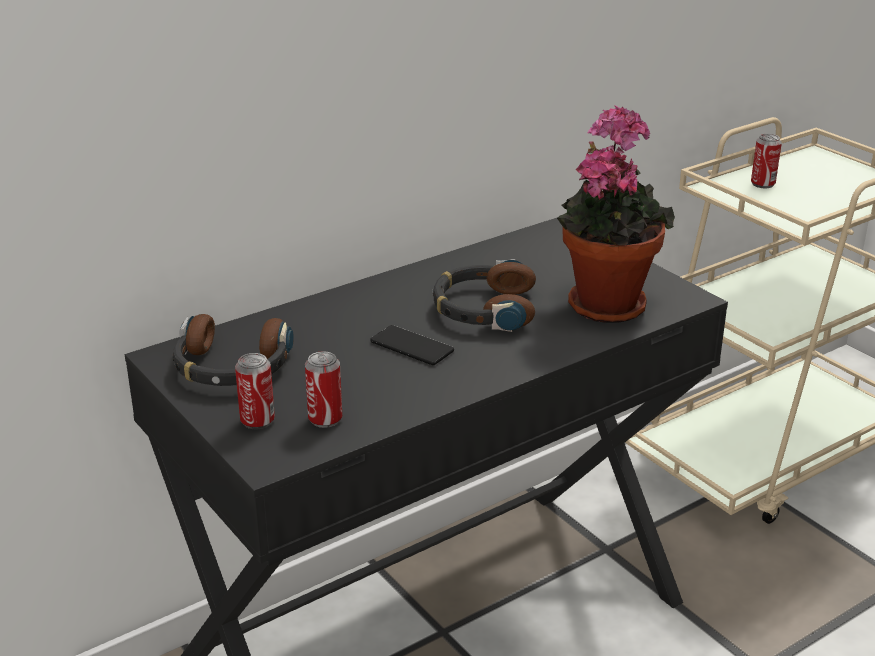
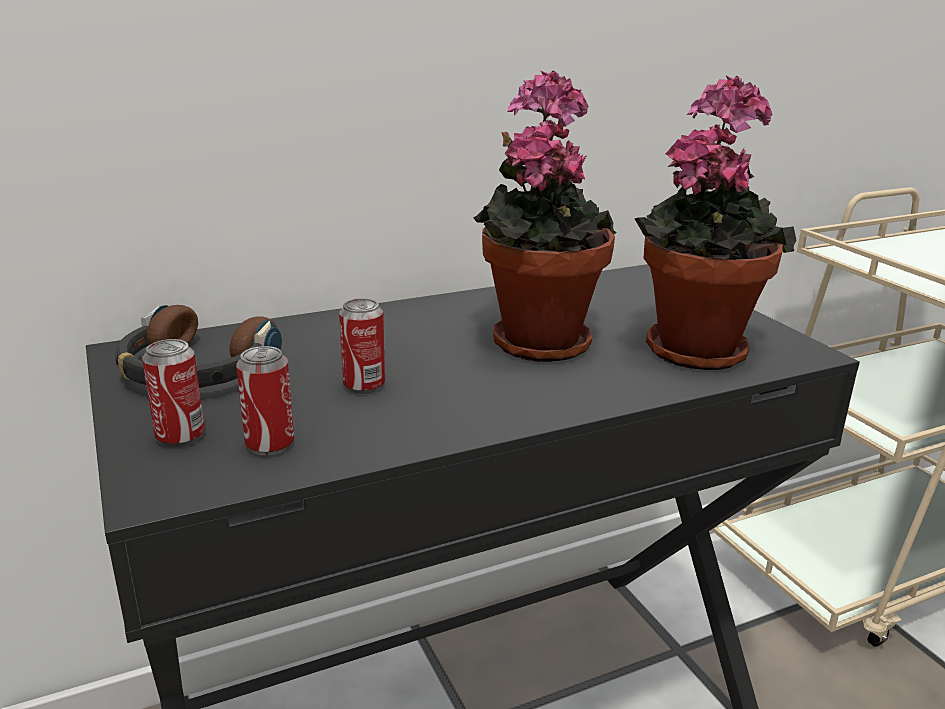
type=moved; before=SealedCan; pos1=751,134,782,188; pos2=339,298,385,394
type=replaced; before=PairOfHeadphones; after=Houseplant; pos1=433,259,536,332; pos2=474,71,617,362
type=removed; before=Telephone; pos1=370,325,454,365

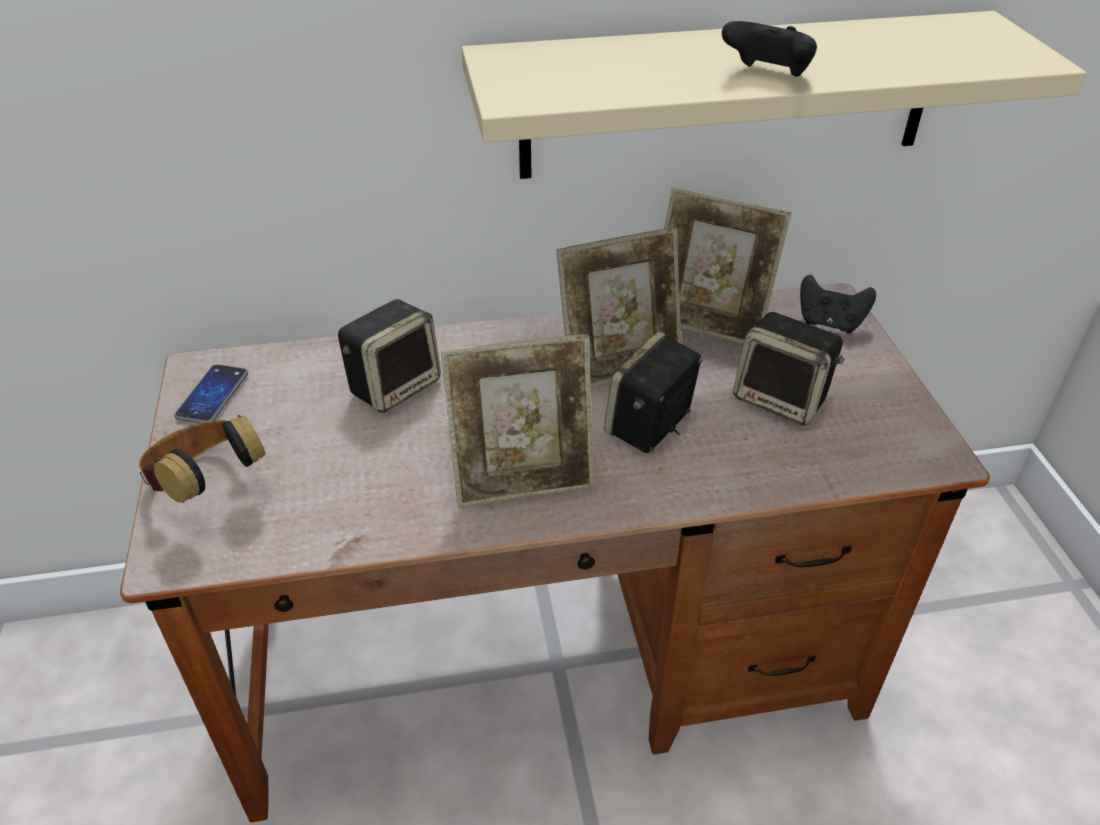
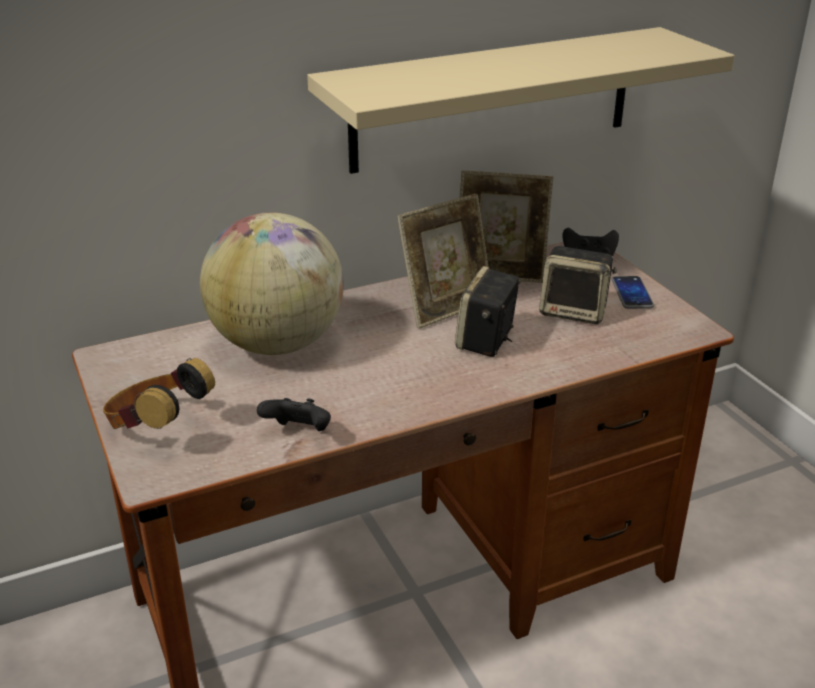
type=replaced; before=Speaker; after=Globe; pos1=338,299,441,413; pos2=200,212,344,355
type=moved; before=BlackJoypad; pos1=722,21,817,77; pos2=257,398,331,431
type=moved; before=Telephone; pos1=174,364,248,423; pos2=611,276,654,309
type=removed; before=PhotoFrame; pos1=441,334,594,508

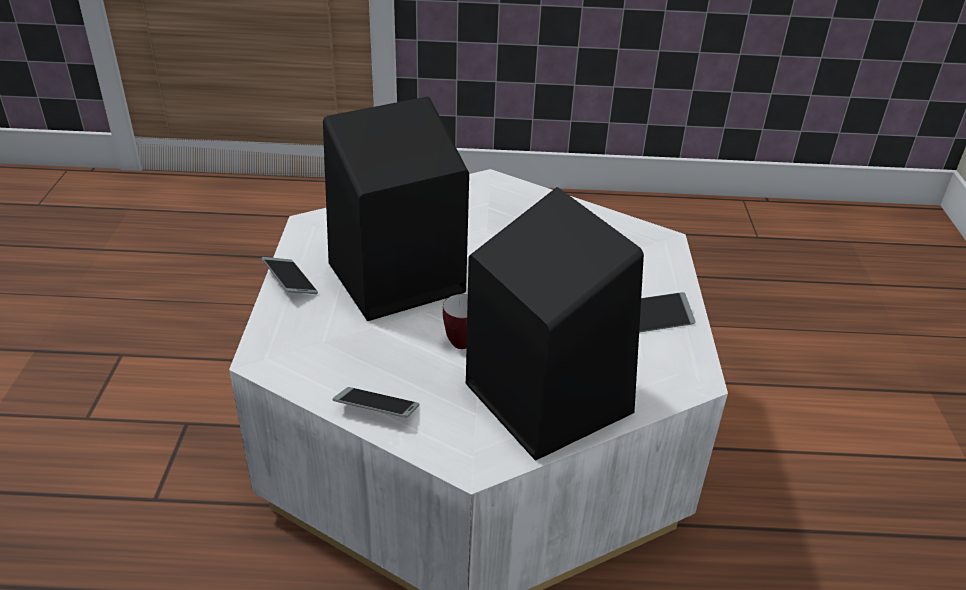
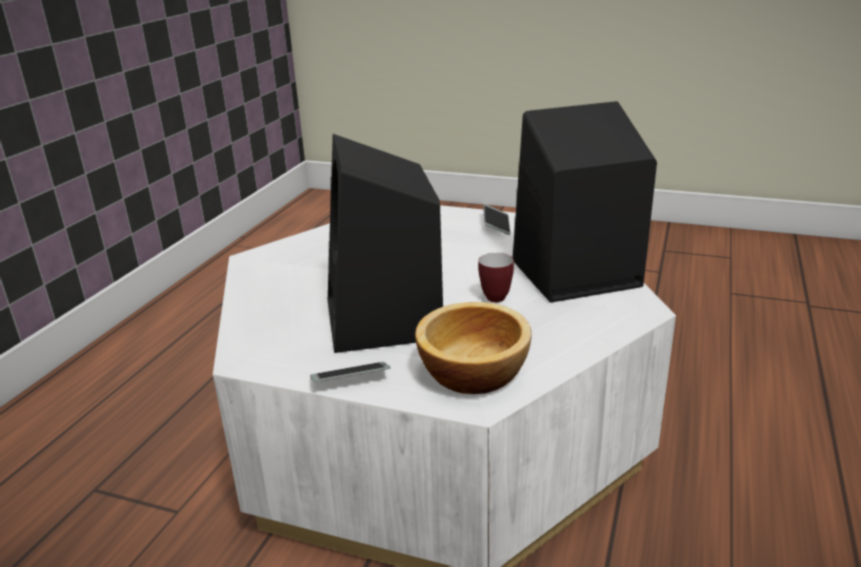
type=added; after=DeepDish; pos2=415,302,532,394
type=removed; before=Telephone; pos1=333,387,419,418

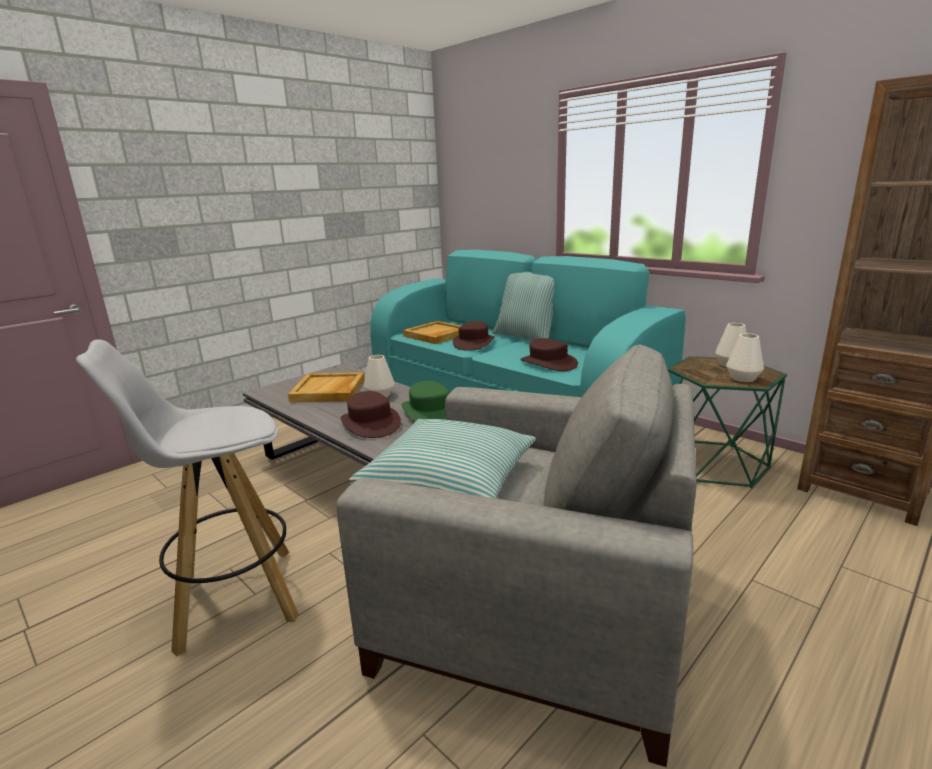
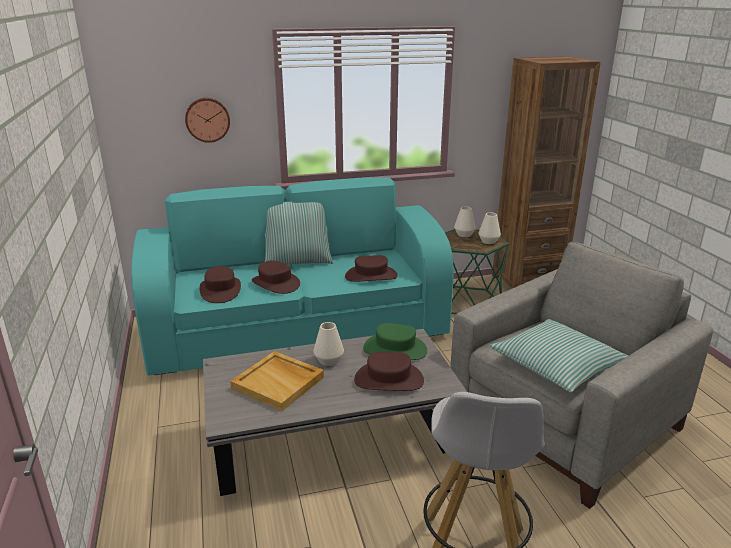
type=added; after=WallClock; pos2=185,98,230,143
type=replaced; before=BeigeTray; after=BrownColouredHat; pos1=403,321,460,344; pos2=200,266,241,303

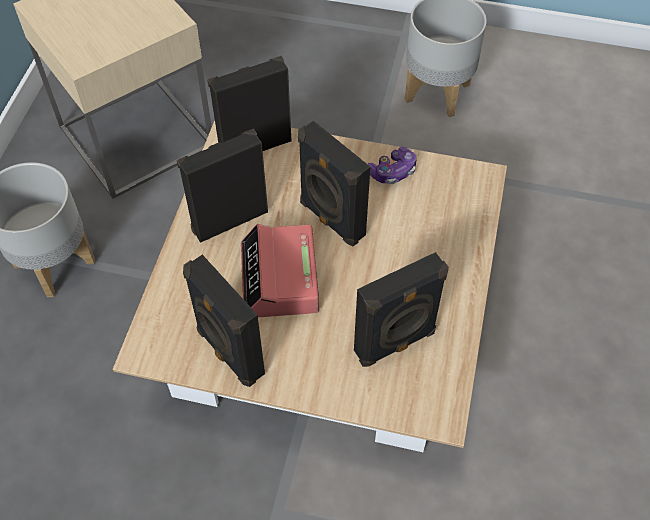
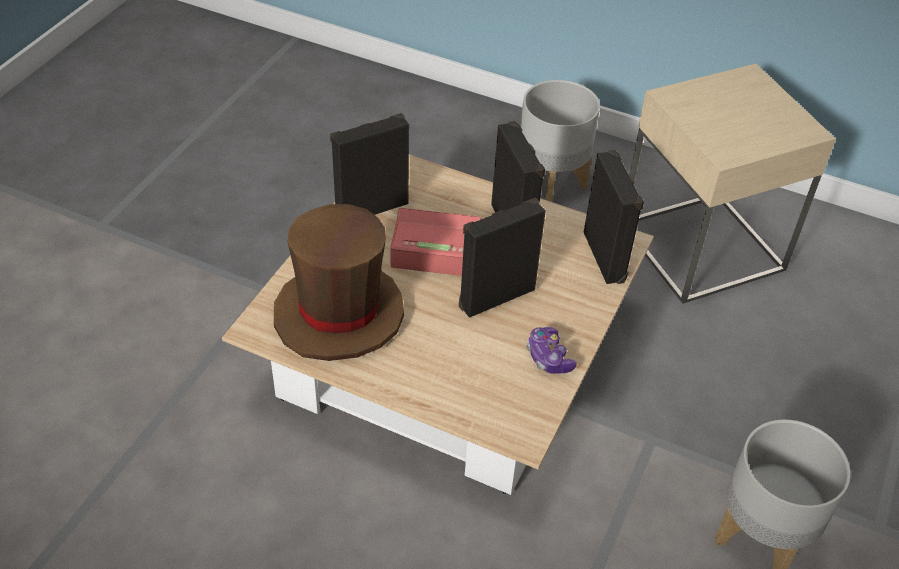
type=replaced; before=BlackSpeaker; after=BrownColouredHat; pos1=354,252,449,367; pos2=274,204,404,361

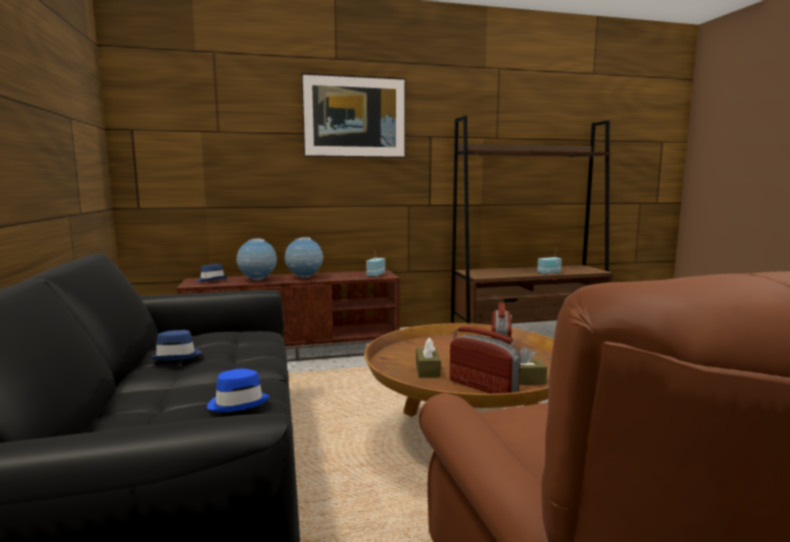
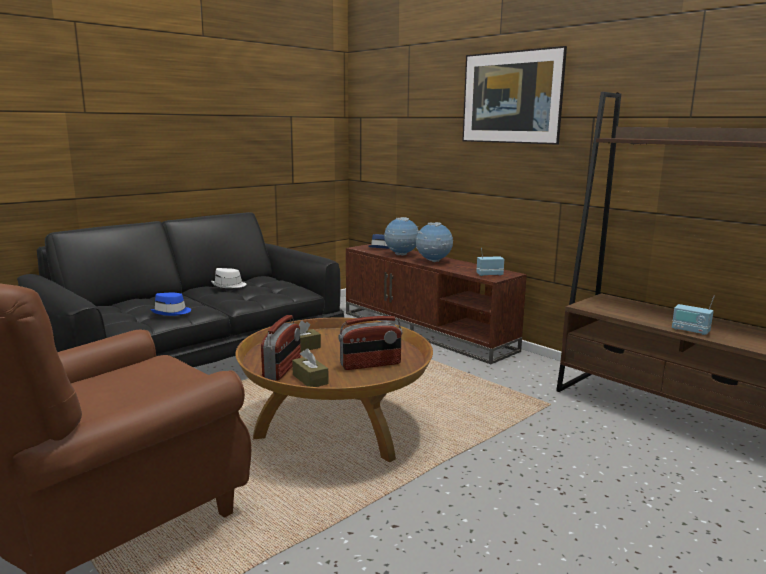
type=recoloured; before=BlueHat; after=WhiteHat; pos1=150,330,201,360; pos2=211,268,246,288

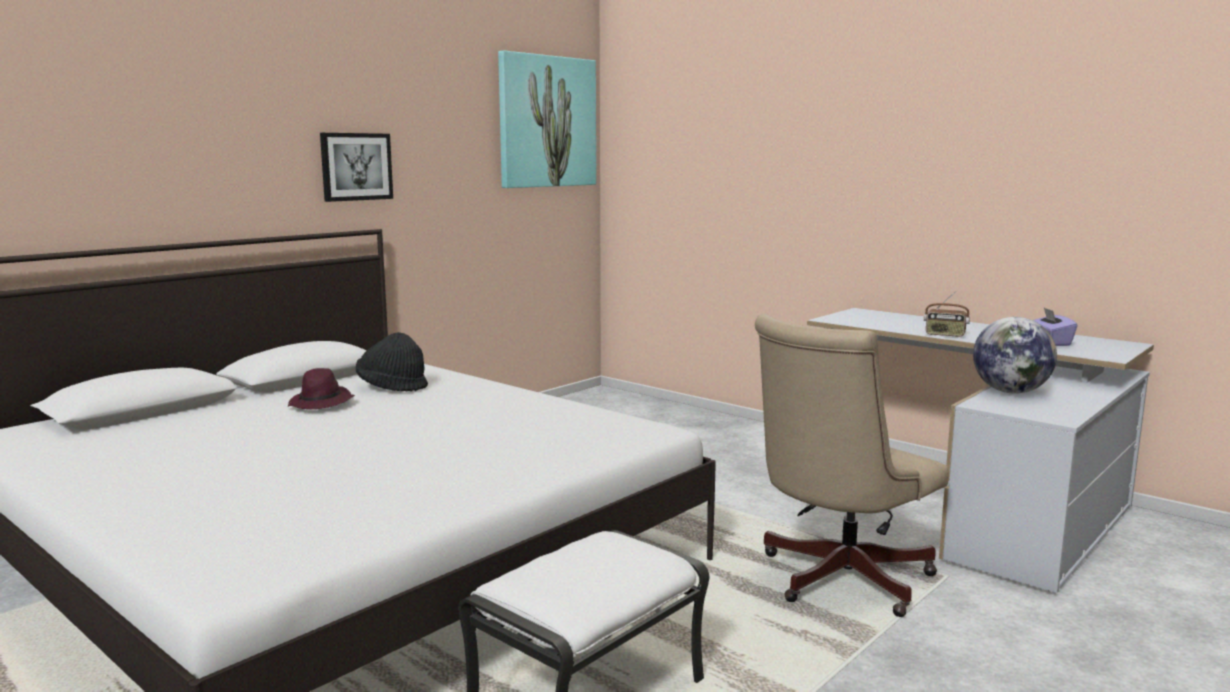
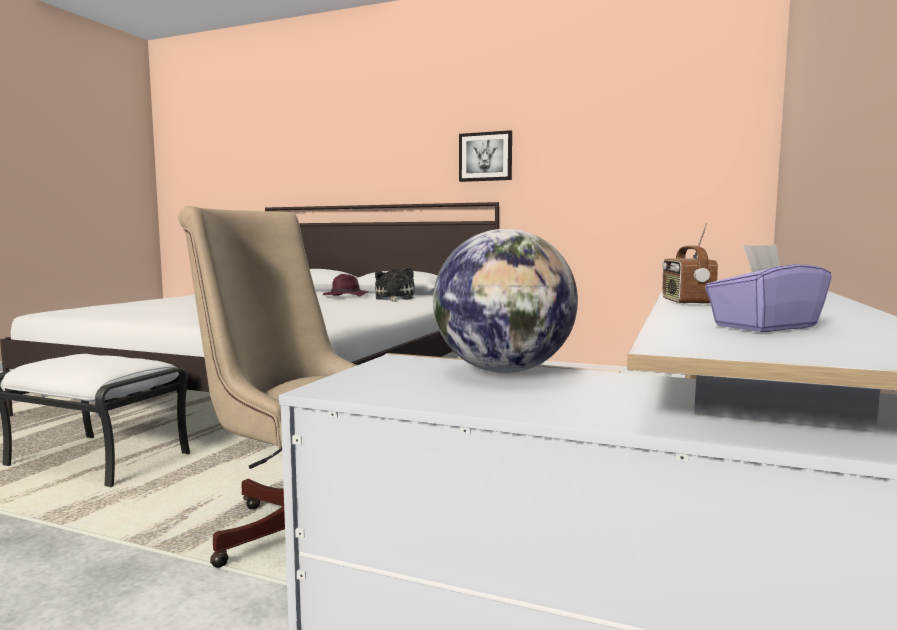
type=replaced; before=BlackHat; after=PlushToy; pos1=356,332,428,392; pos2=375,267,415,302
type=removed; before=Picture; pos1=498,51,596,188

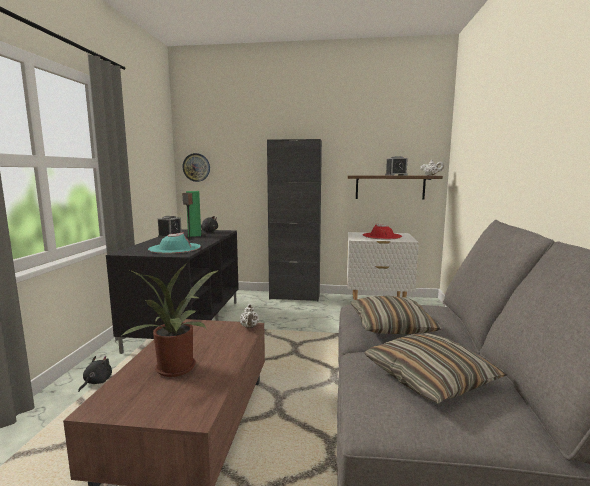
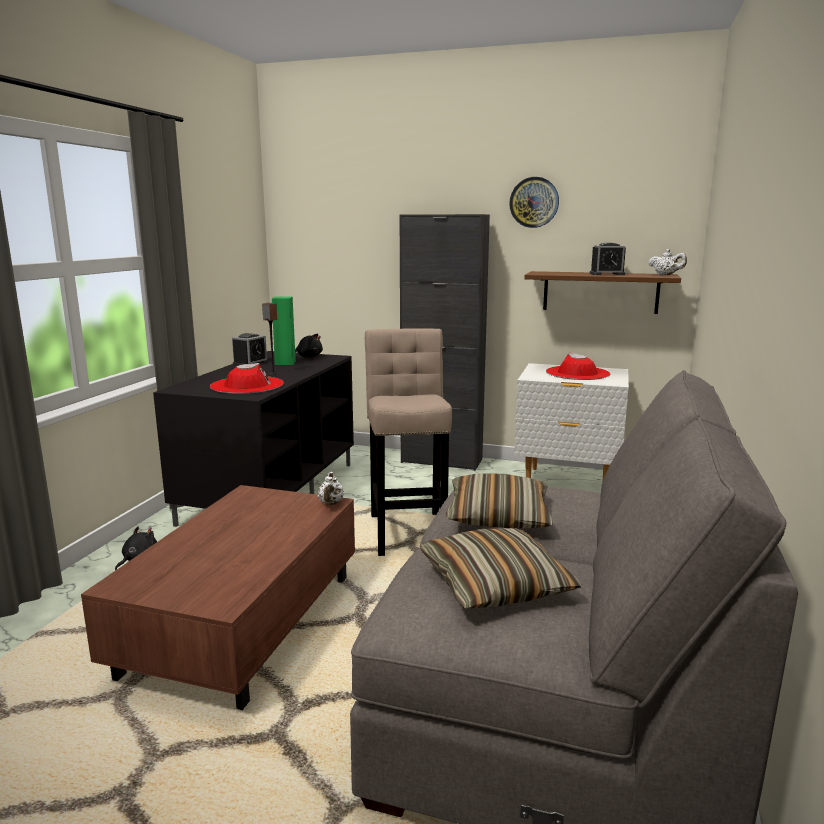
type=recoloured; before=TurquoiseColouredHat; after=RedColouredHat; pos1=148,233,201,254; pos2=210,363,284,394
type=added; after=BeigeSittingStool; pos2=365,328,452,556
type=moved; before=WallClock; pos1=183,153,210,182; pos2=509,177,559,228
type=removed; before=Houseplant; pos1=121,264,219,377

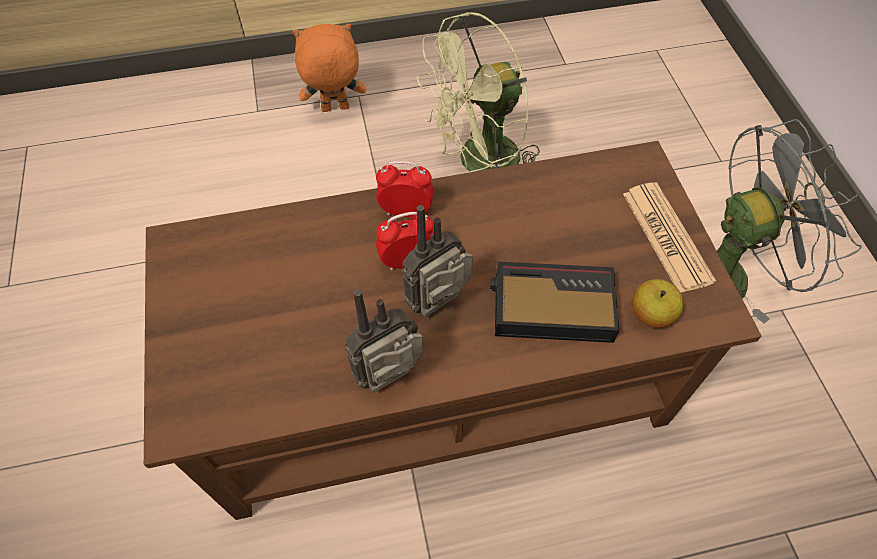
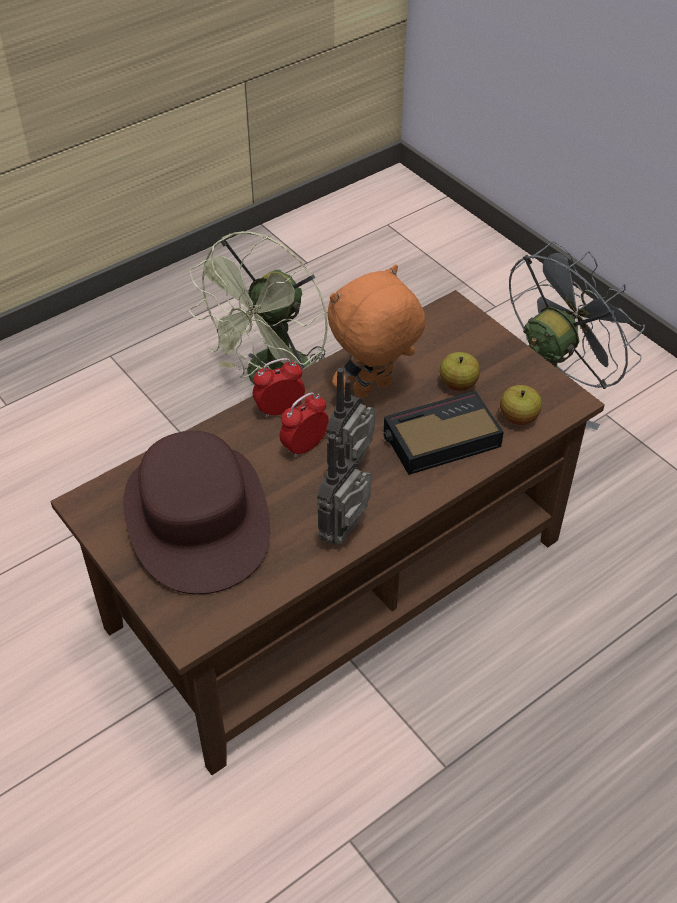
type=added; after=BrownColouredHat; pos2=123,431,270,594
type=moved; before=OrangeColouredPlushToy; pos1=293,24,366,112; pos2=327,265,426,399
type=added; after=AppleFruit; pos2=440,352,480,391
type=removed; before=PrintedPaper; pos1=623,182,716,293

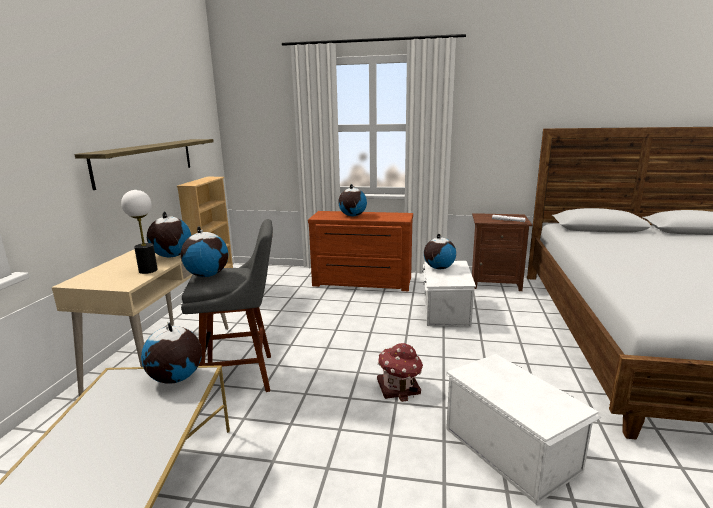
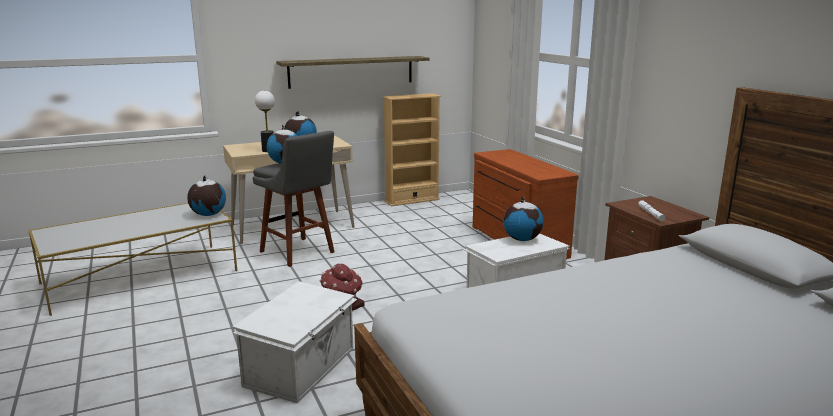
type=removed; before=Globe; pos1=338,184,367,216

